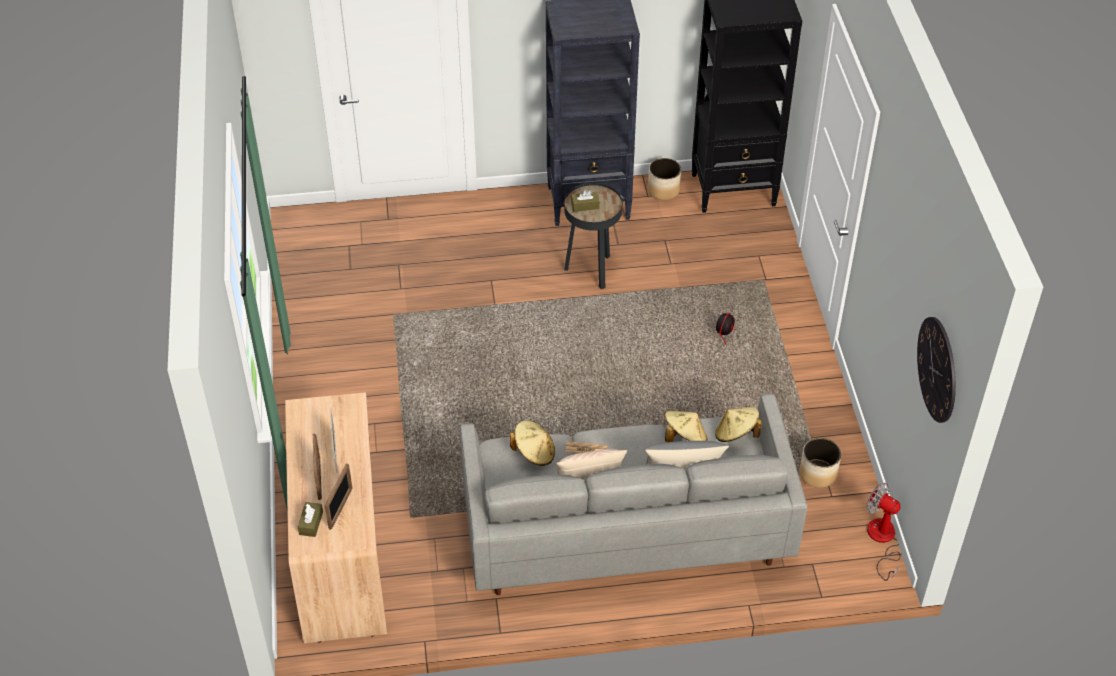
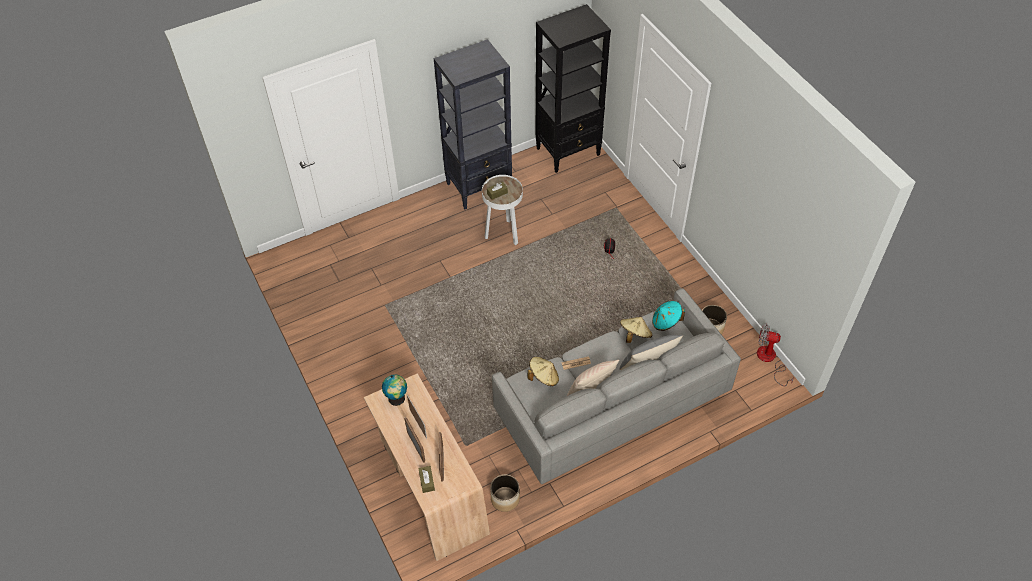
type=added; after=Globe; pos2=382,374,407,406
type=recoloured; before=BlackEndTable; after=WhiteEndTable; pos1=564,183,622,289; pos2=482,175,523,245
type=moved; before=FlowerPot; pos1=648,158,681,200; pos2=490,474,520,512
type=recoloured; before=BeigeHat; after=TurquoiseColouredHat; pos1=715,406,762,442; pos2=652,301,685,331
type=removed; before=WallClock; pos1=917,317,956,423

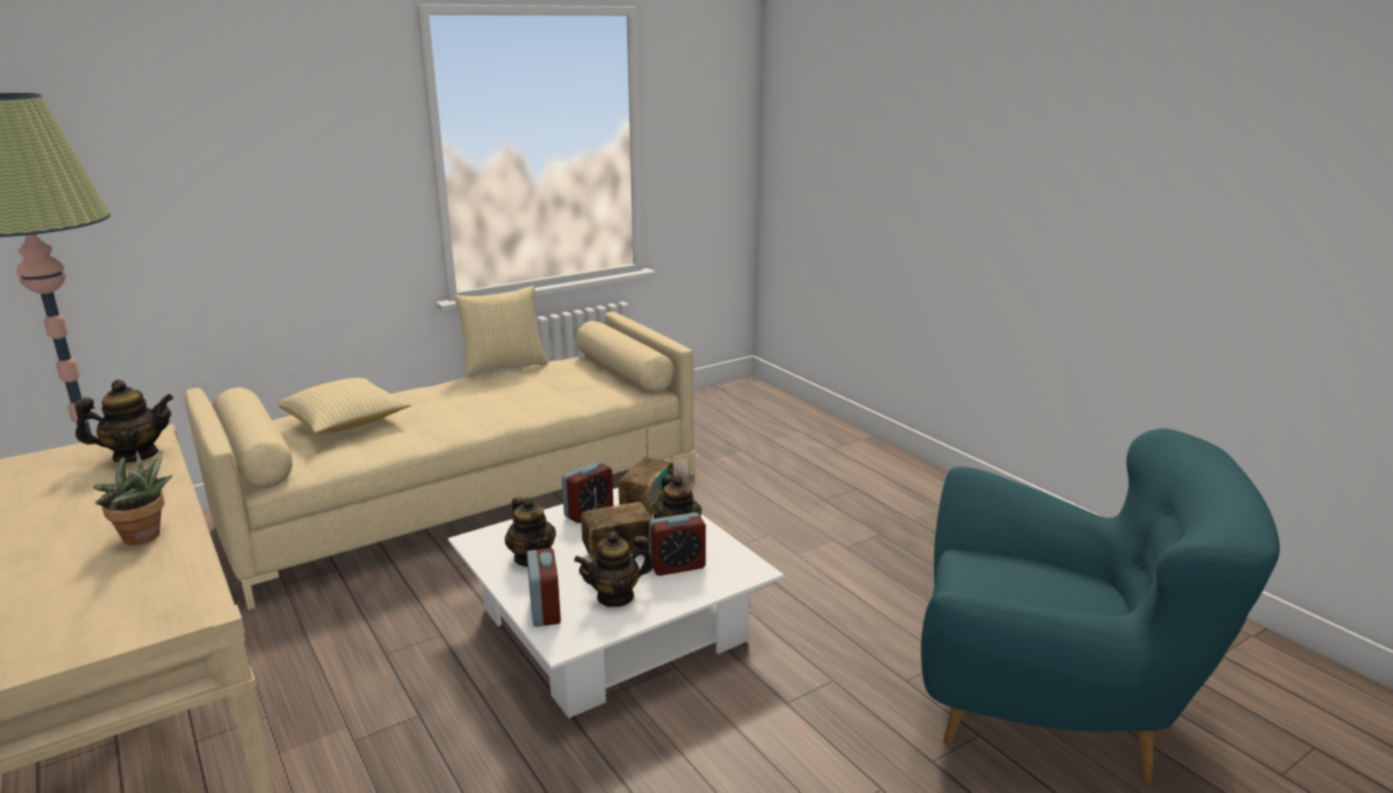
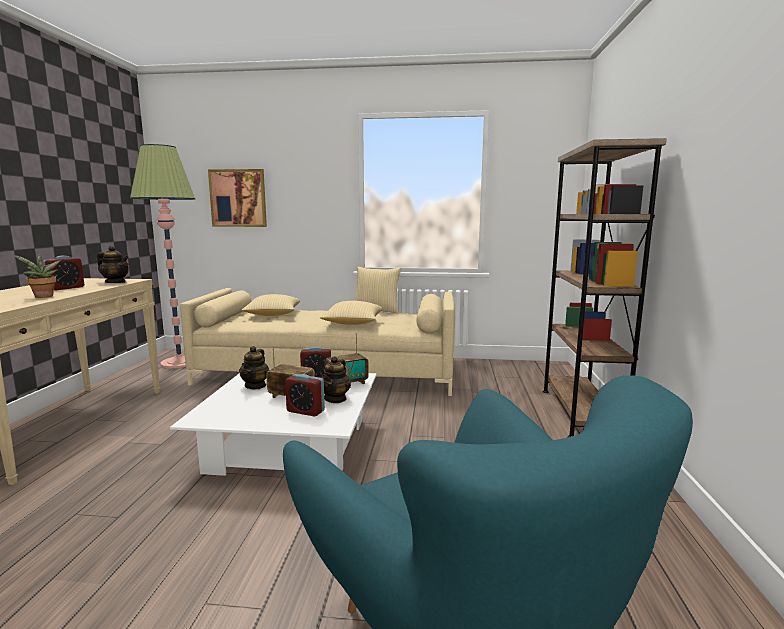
type=moved; before=TableClock; pos1=527,548,561,627; pos2=43,256,85,291
type=added; after=Picture; pos2=208,169,267,227
type=added; after=ThrowPillow; pos2=320,301,382,325
type=added; after=BrownColouredBookshelf; pos2=542,138,667,437
type=removed; before=TeaPot; pos1=574,531,654,607

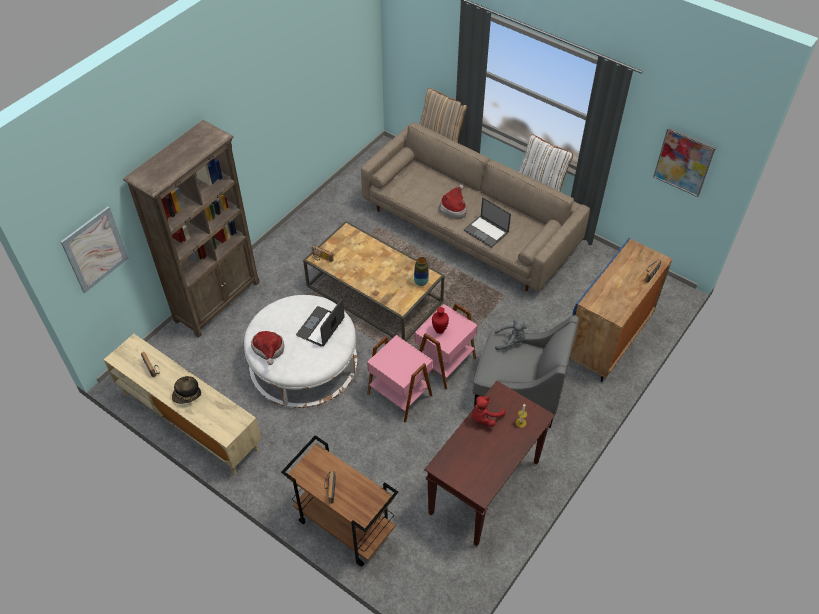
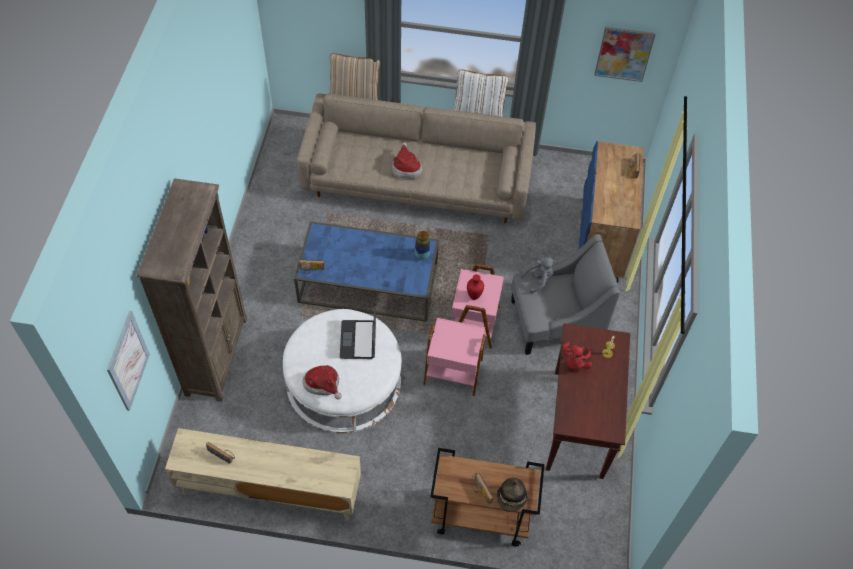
type=recoloured; before=BrownColouredLowTable; after=BlueLowTable; pos1=303,221,445,341; pos2=294,221,439,322
type=moved; before=Hat; pos1=172,376,201,404; pos2=497,478,528,512
type=removed; before=NotebookComputer; pos1=464,197,511,248

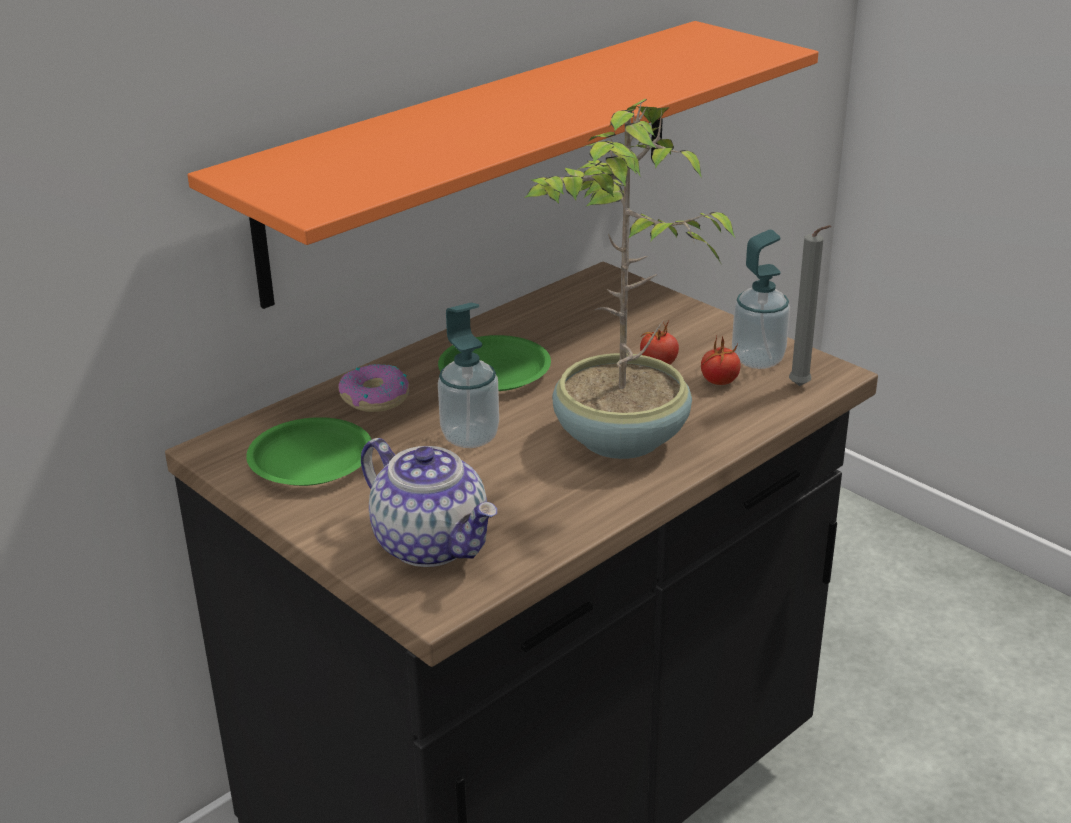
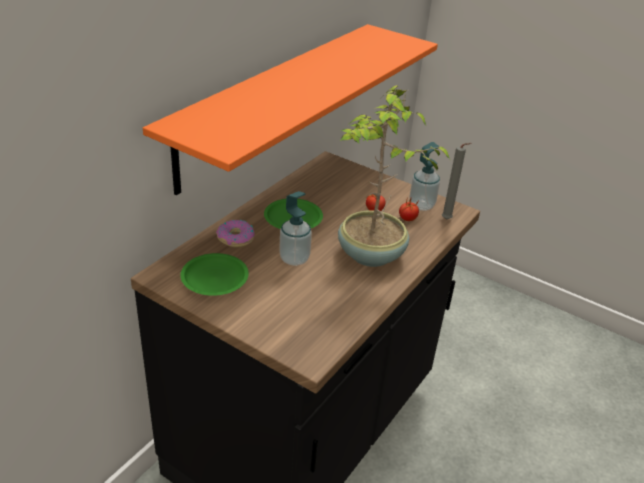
type=removed; before=TeaPot; pos1=361,438,497,567

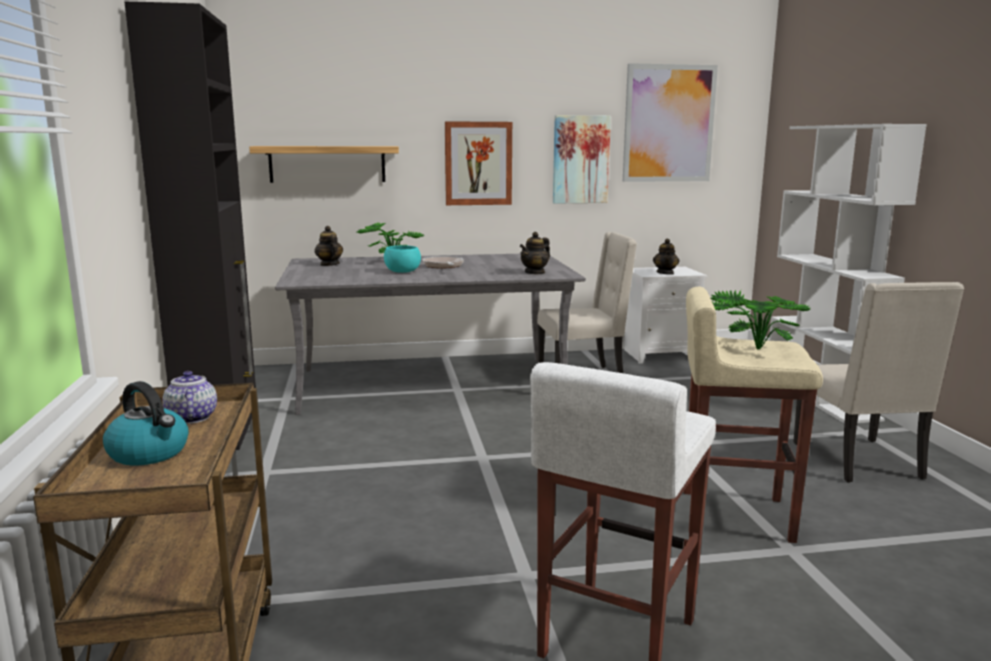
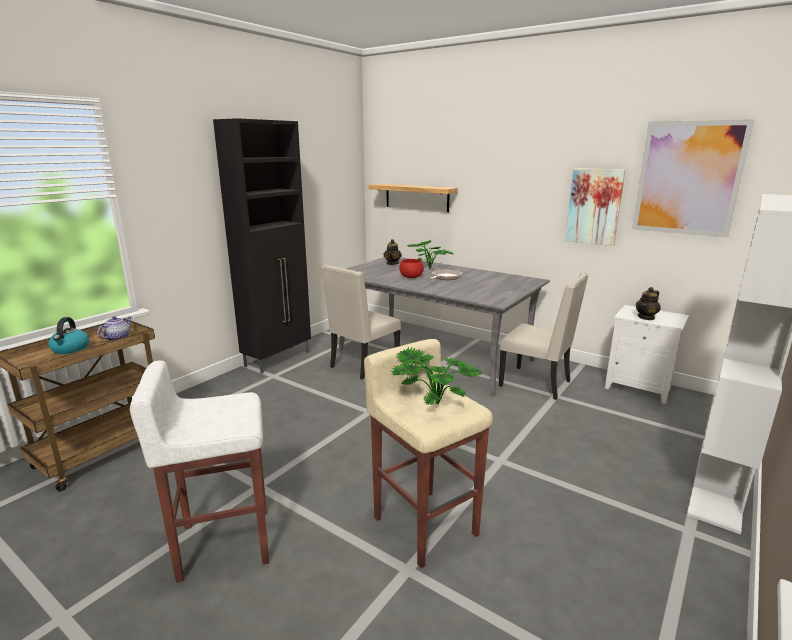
type=moved; before=BeigePlainChair; pos1=793,282,964,483; pos2=322,264,401,379
type=recoloured; before=TurquoiseColouredDeepDish; after=RedColouredDeepDish; pos1=384,245,421,273; pos2=399,259,424,278
type=removed; before=Picture; pos1=445,121,512,205
type=removed; before=TeaPot; pos1=520,232,550,275

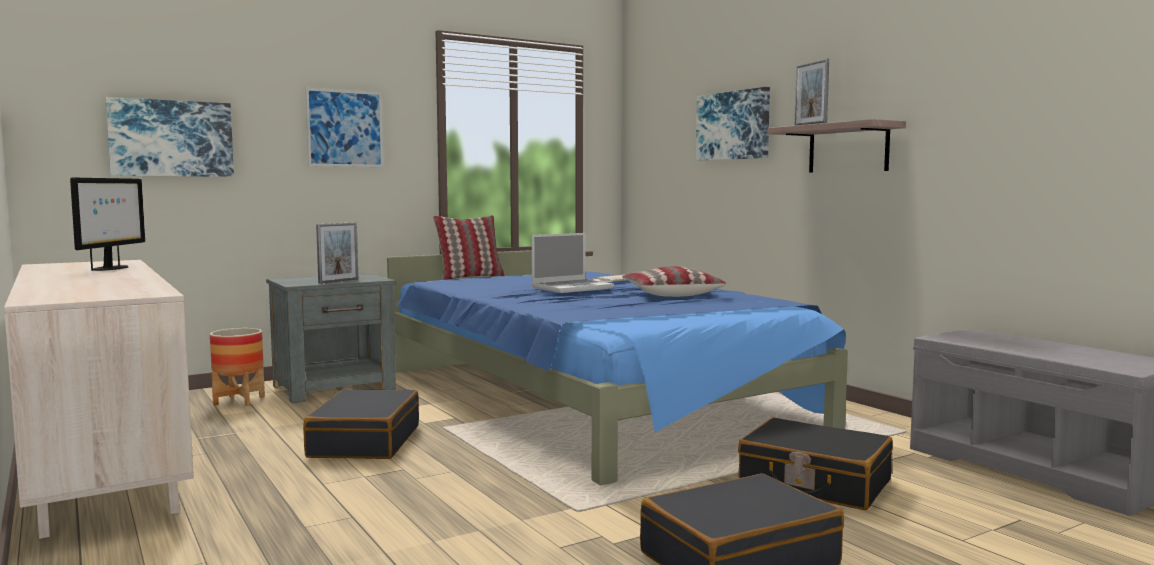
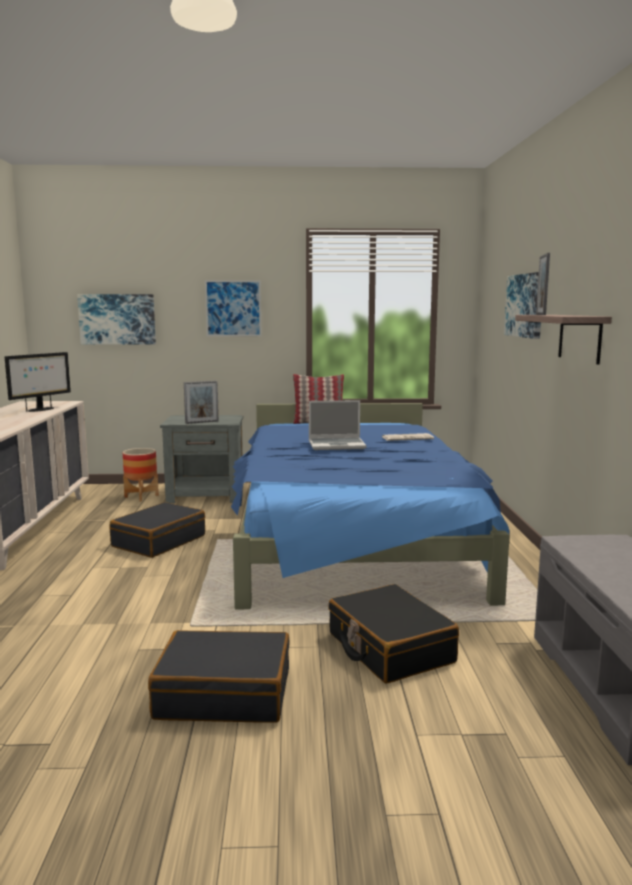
type=removed; before=ThrowPillow; pos1=622,266,726,297

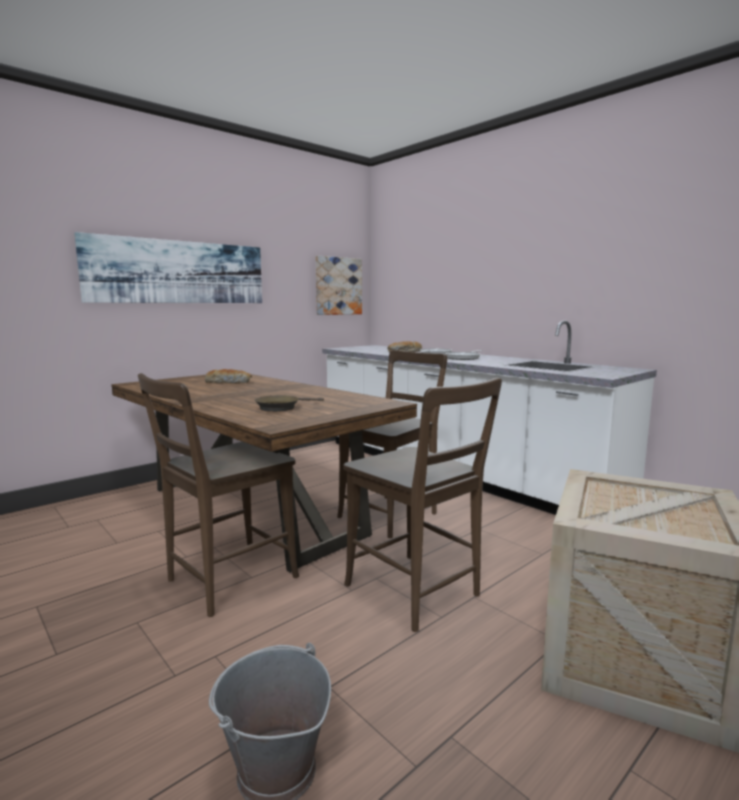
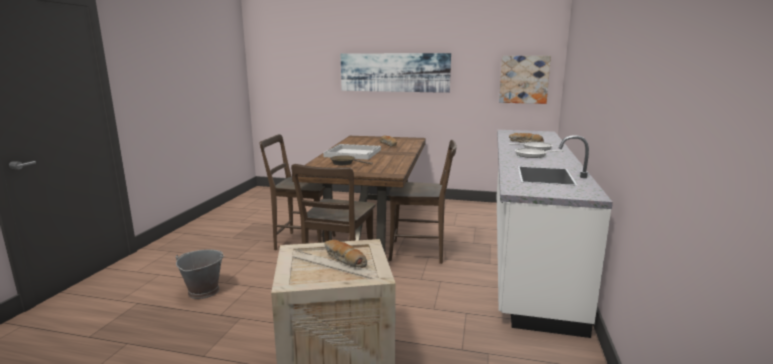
type=added; after=WhiteTray; pos2=323,144,381,160
type=added; after=BakedBread; pos2=324,240,367,268

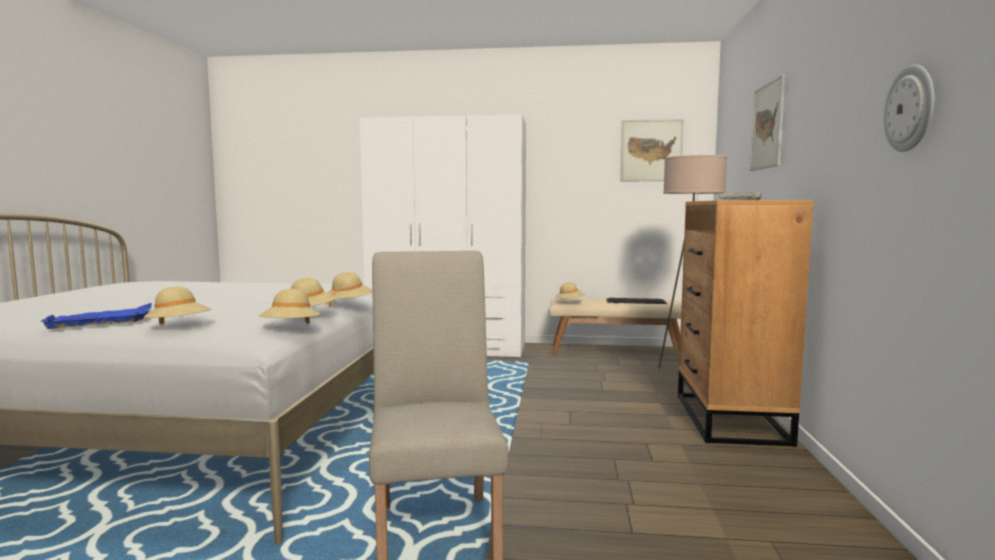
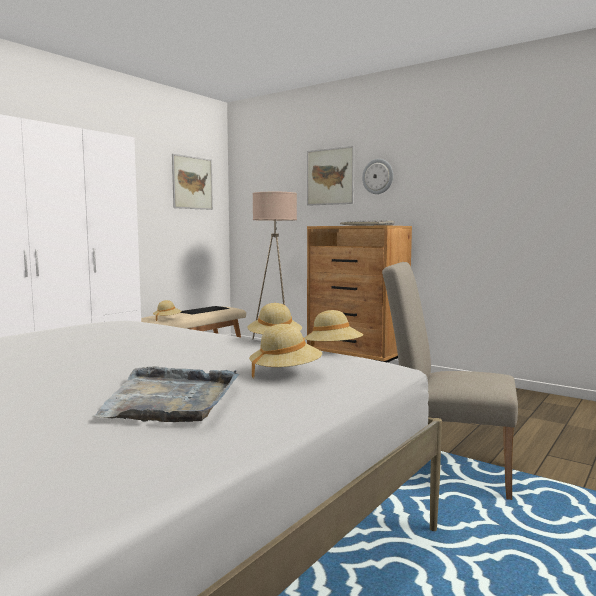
type=recoloured; before=BlueTray; after=GreyishTray; pos1=40,303,152,329; pos2=93,366,239,422
type=moved; before=WallClock; pos1=884,65,934,152; pos2=362,159,393,194
type=removed; before=BeigeHat; pos1=327,272,373,308

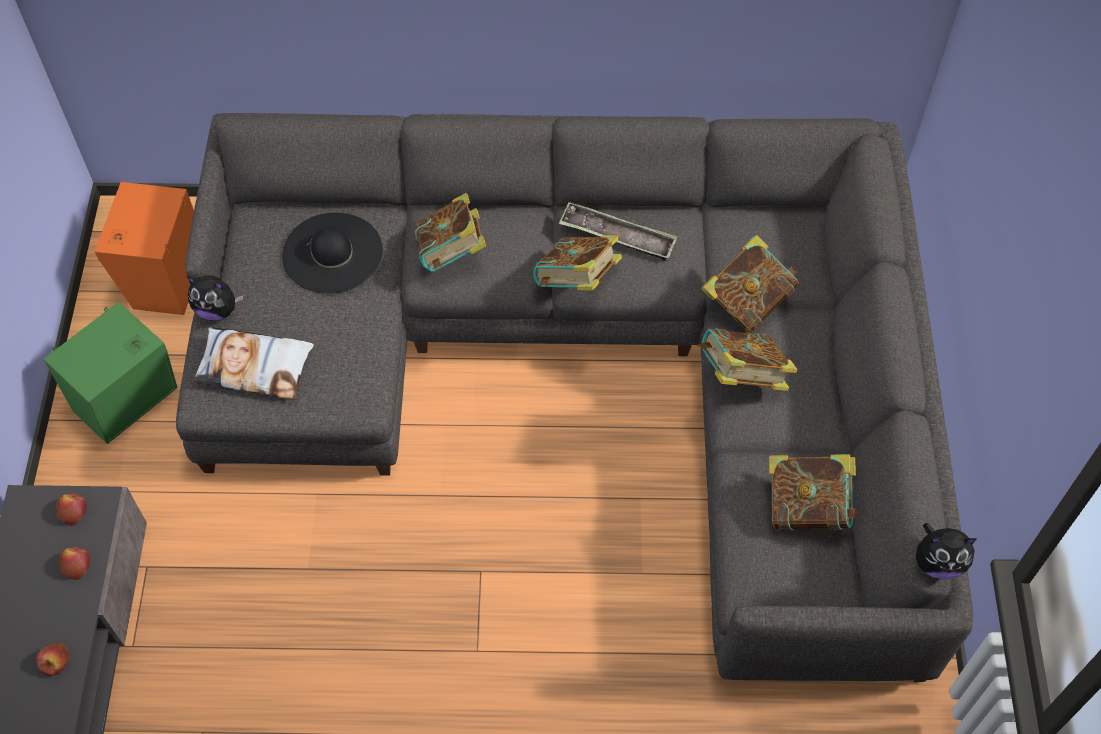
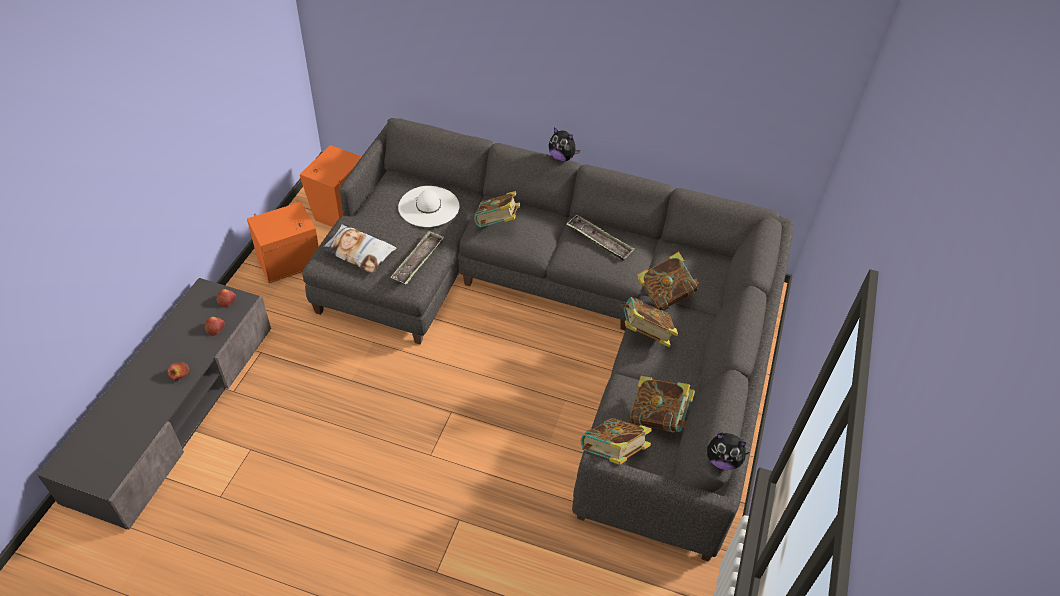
type=recoloured; before=GreenColouredSpeaker; after=OrangeColouredSpeaker; pos1=43,302,178,444; pos2=247,202,318,283
type=added; after=Tray; pos2=390,231,444,285
type=recoloured; before=BlackHat; after=WhiteHat; pos1=282,213,383,294; pos2=398,186,459,227
type=moved; before=PlushToy; pos1=187,275,243,321; pos2=549,127,580,161
type=moved; before=Volume; pos1=533,235,622,291; pos2=581,418,652,465

